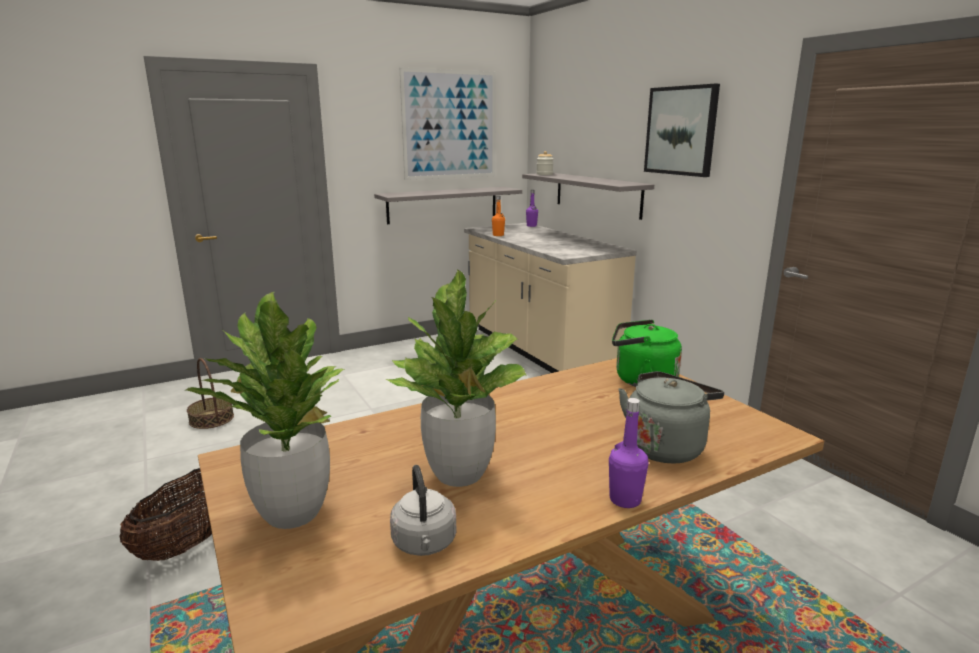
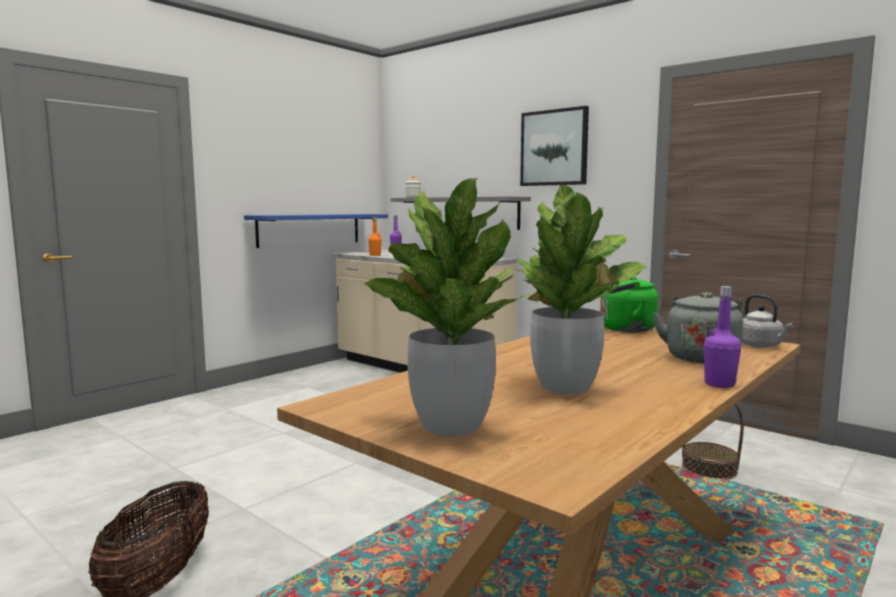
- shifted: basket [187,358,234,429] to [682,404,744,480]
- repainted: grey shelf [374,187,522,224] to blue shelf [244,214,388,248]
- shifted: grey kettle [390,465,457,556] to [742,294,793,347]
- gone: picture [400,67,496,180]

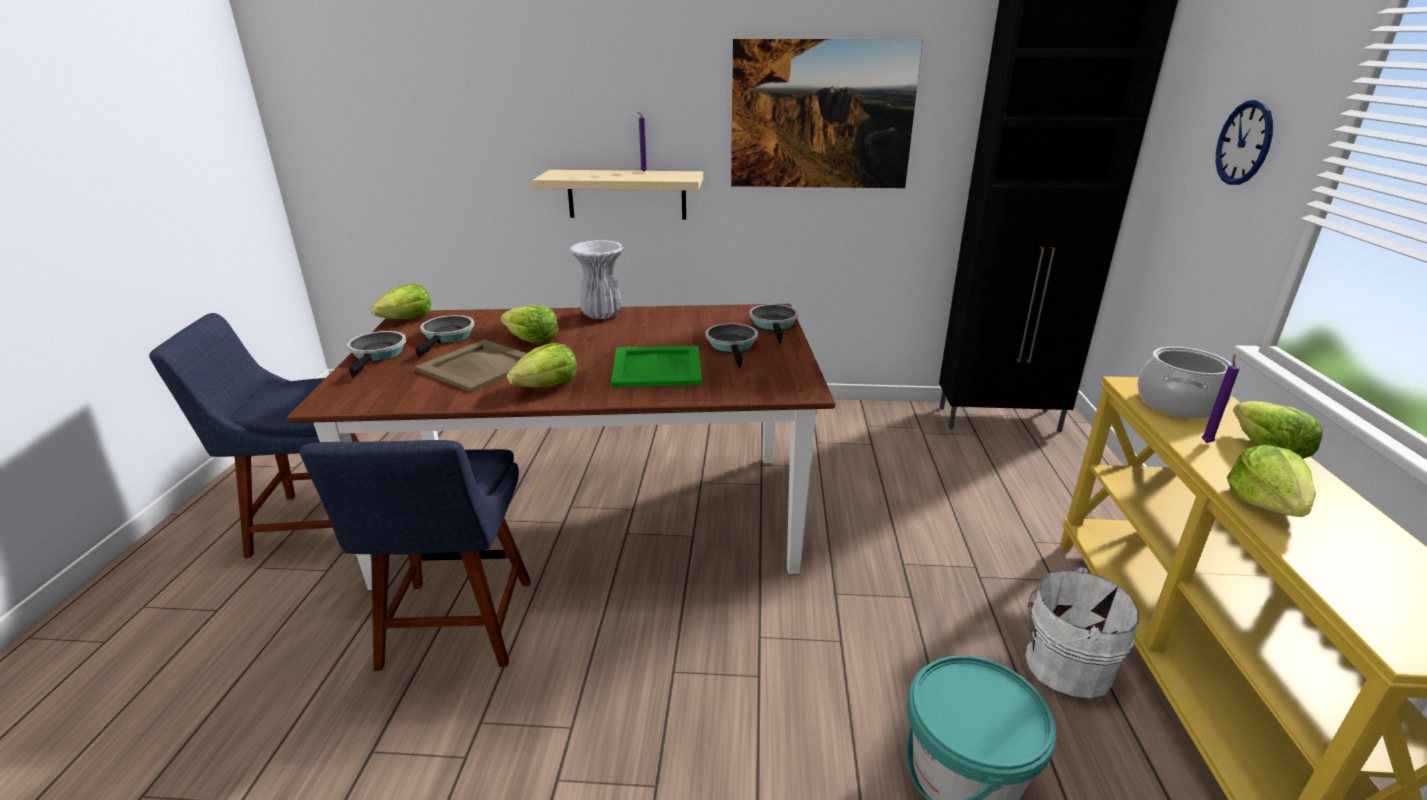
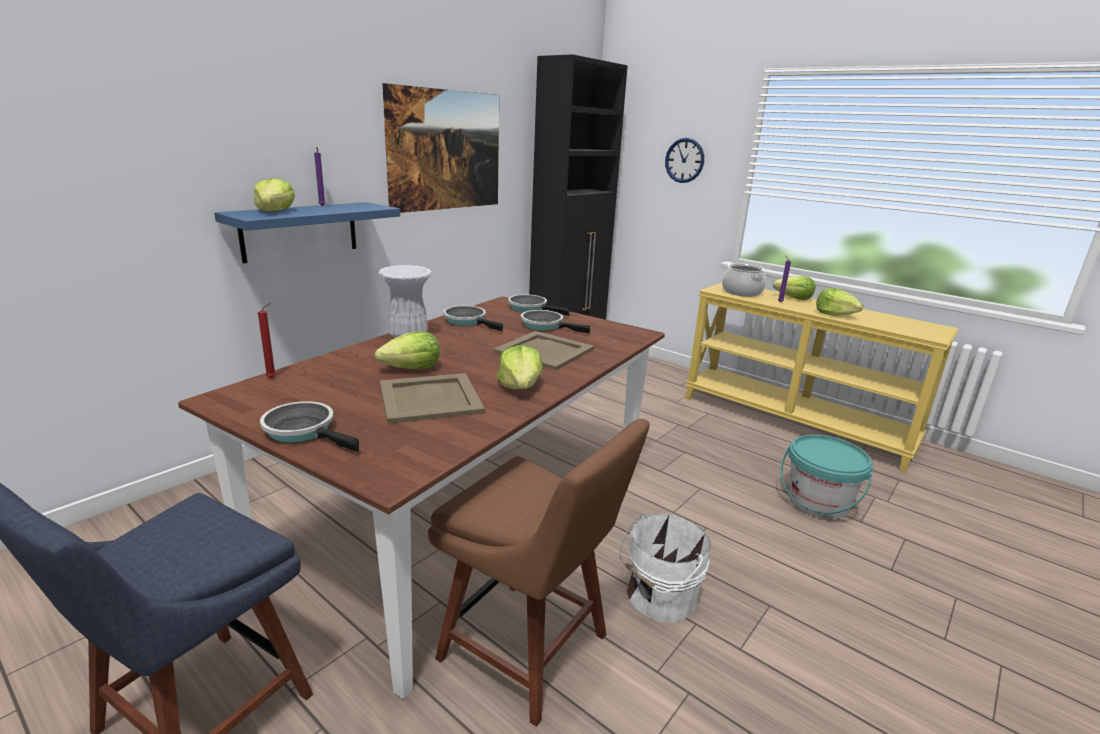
- repainted: blue chair [300,440,531,671] to brown chair [428,419,650,727]
- shifted: lettuce [371,284,431,319] to [254,178,295,211]
- shifted: frying pan [415,315,474,358] to [443,306,503,331]
- repainted: beige shelf [532,170,703,219] to blue shelf [214,202,400,263]
- repainted: green tray [611,346,702,387] to beige tray [493,331,594,370]
- shifted: white bucket [1025,567,1139,698] to [619,513,711,623]
- new: red candle [258,303,276,378]

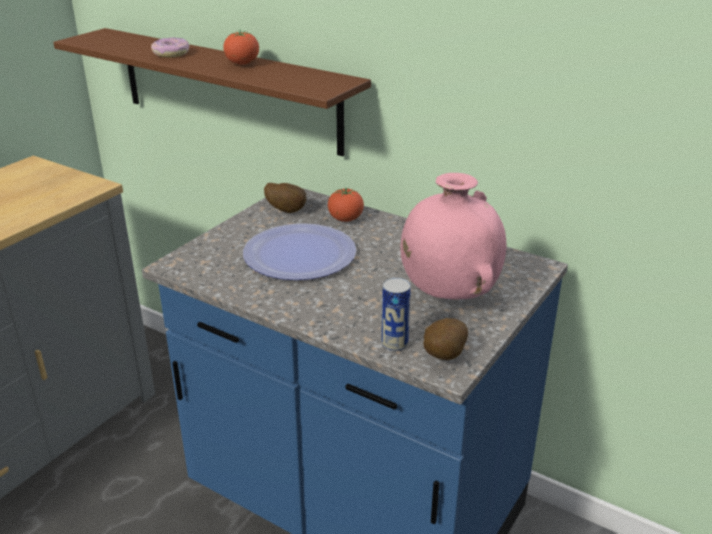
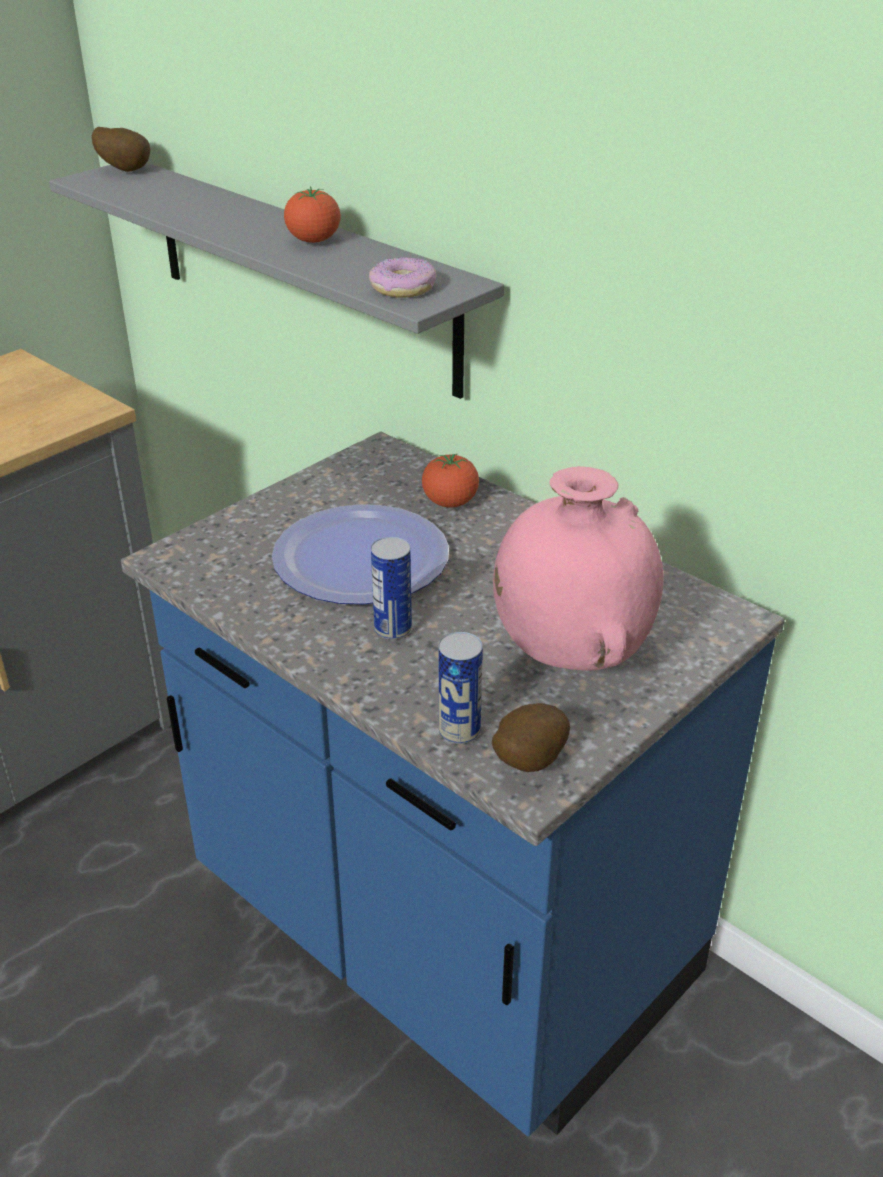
- repainted: brown shelf [53,28,371,156] to grey shelf [49,163,504,399]
- shifted: donut [151,38,189,57] to [369,257,436,298]
- shifted: potato [264,183,306,213] to [92,127,150,172]
- new: can [371,537,412,640]

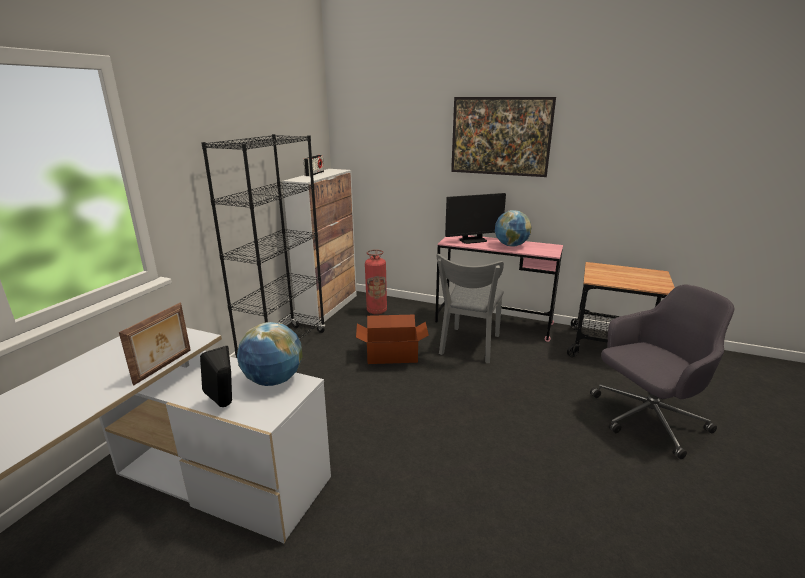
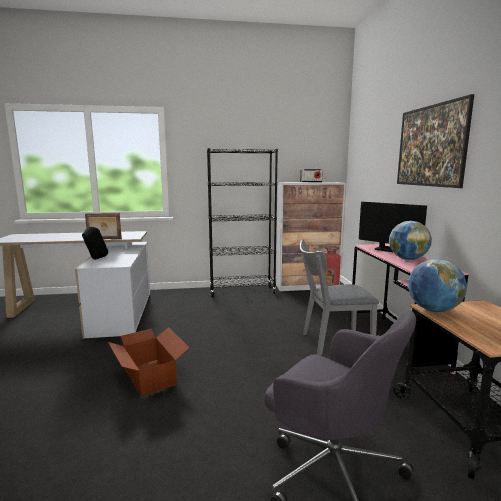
- shifted: globe [237,322,303,386] to [408,259,467,312]
- shifted: cardboard box [356,314,429,364] to [108,327,189,397]

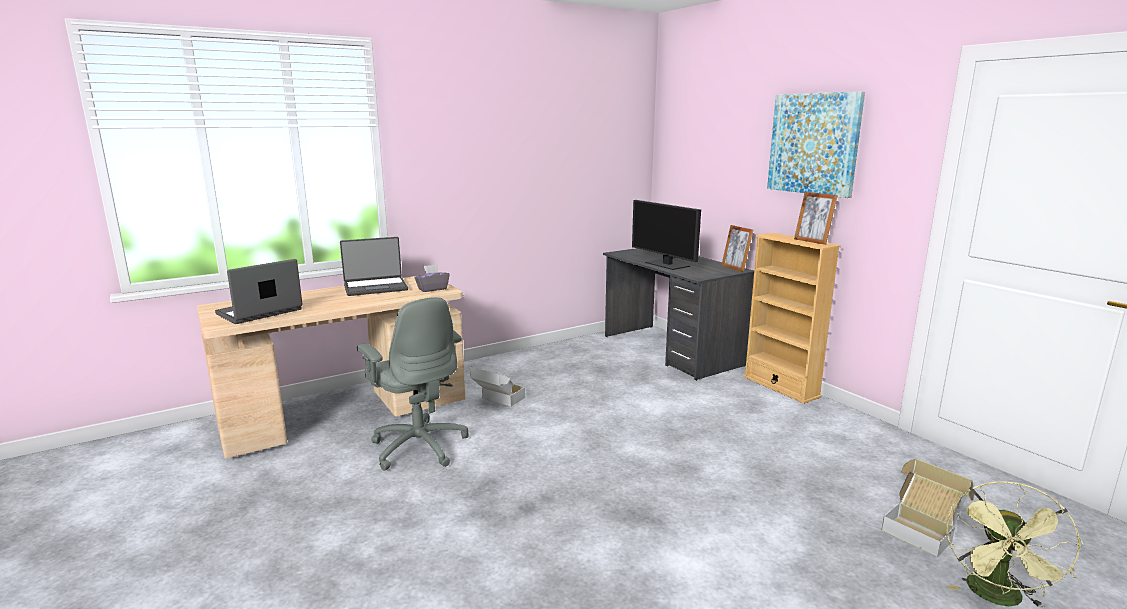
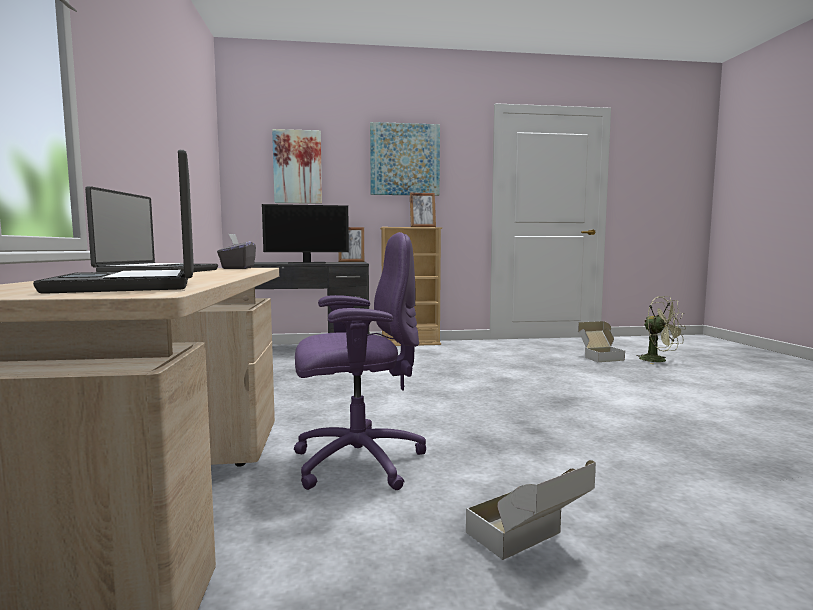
- repainted: grey office chair [357,297,469,471] to purple office chair [294,232,426,490]
- shifted: cardboard box [470,366,525,407] to [466,460,596,560]
- new: picture [272,129,322,204]

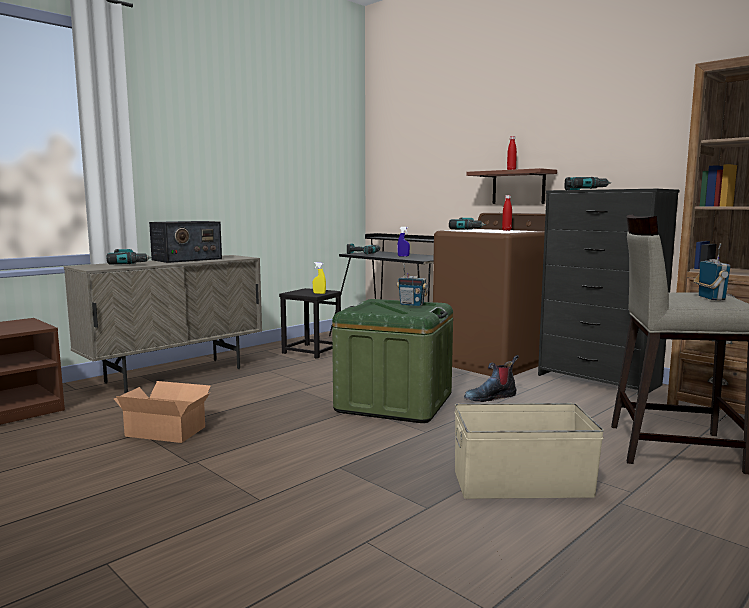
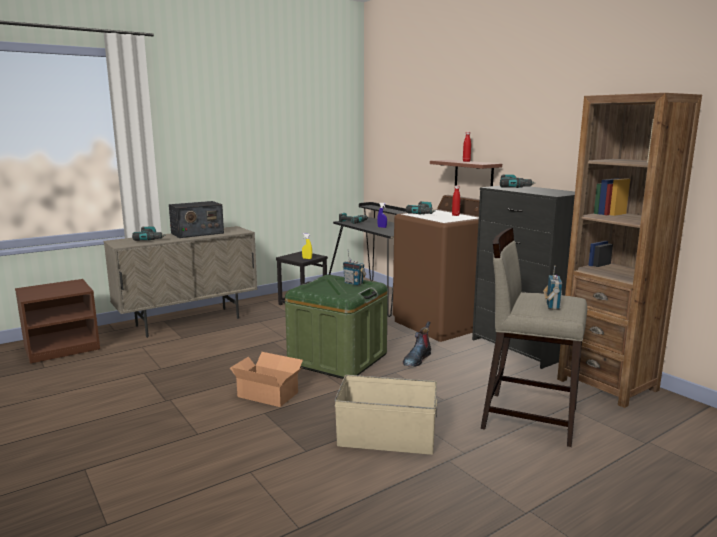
- shifted: cardboard box [114,381,211,443] to [230,352,303,407]
- rotated: boot [464,355,519,402] = [403,321,431,366] 45 degrees counterclockwise

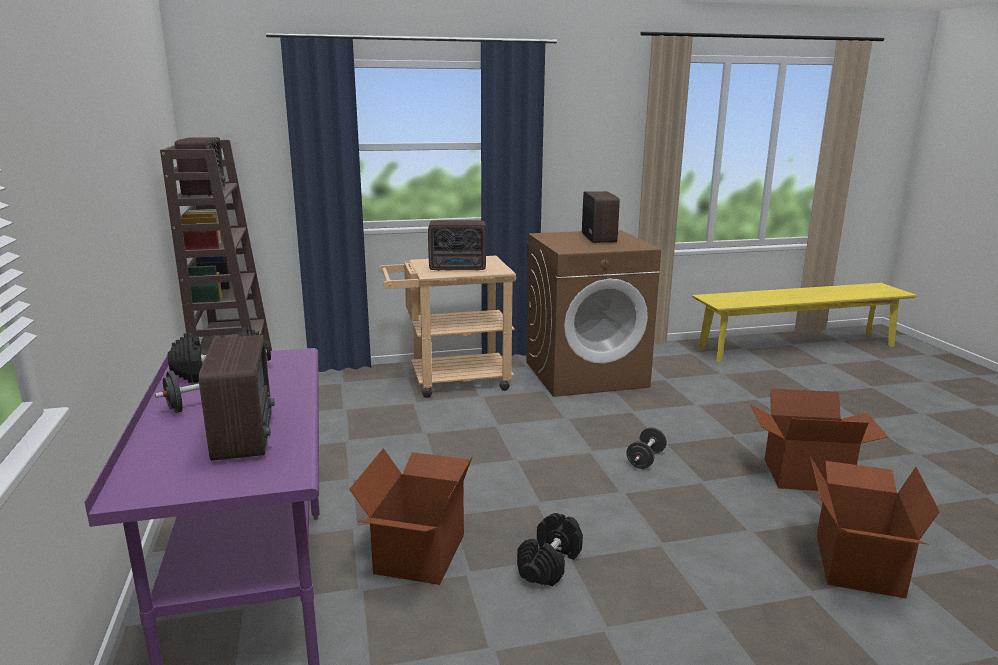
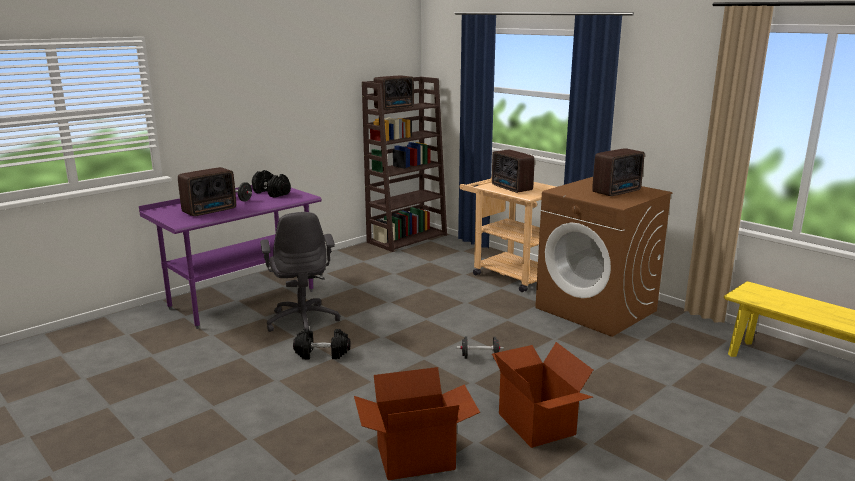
- swapped: cardboard box [349,448,473,585] to grey office chair [260,212,340,332]

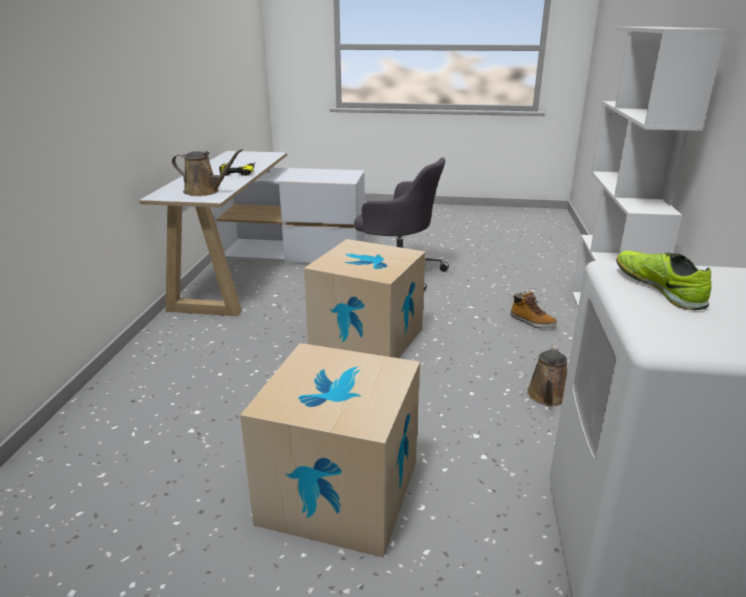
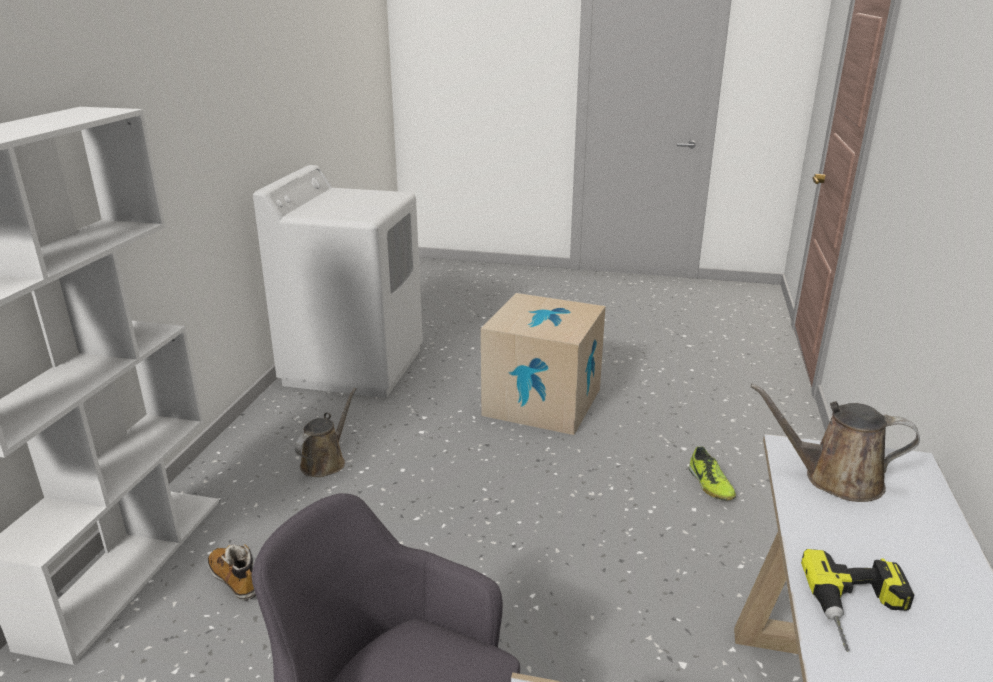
- gone: cardboard box [304,239,425,358]
- shifted: shoe [616,251,712,310] to [689,446,736,500]

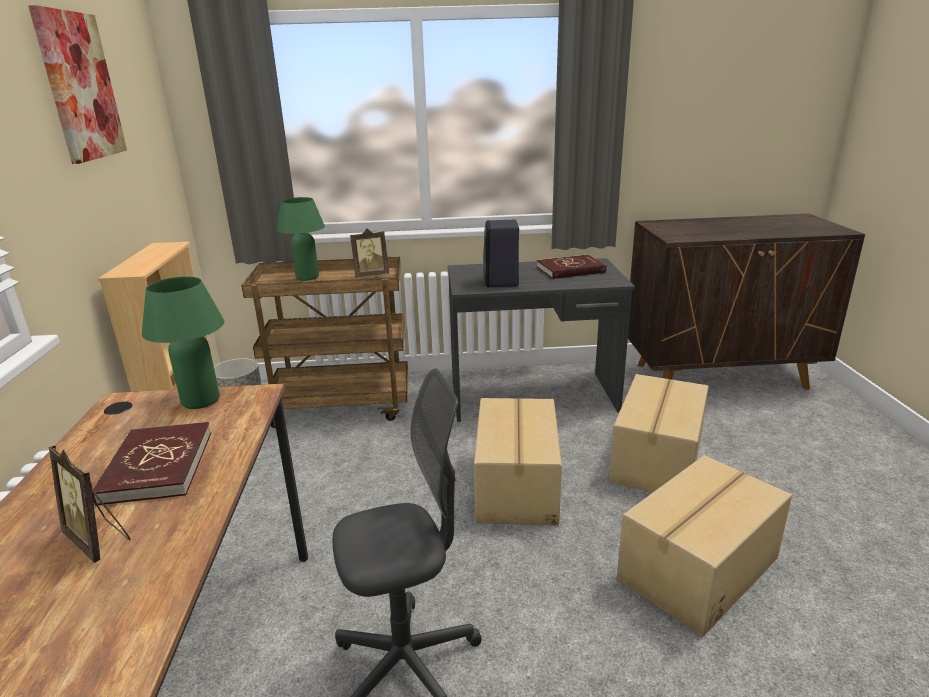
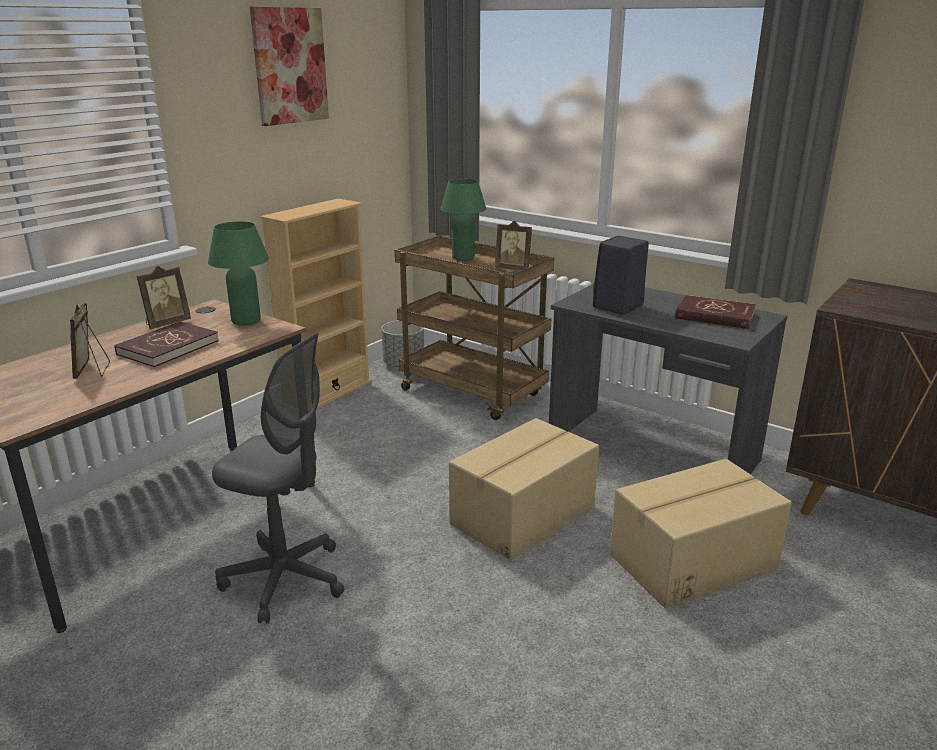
- gone: cardboard box [617,455,792,637]
- new: picture frame [137,265,191,329]

